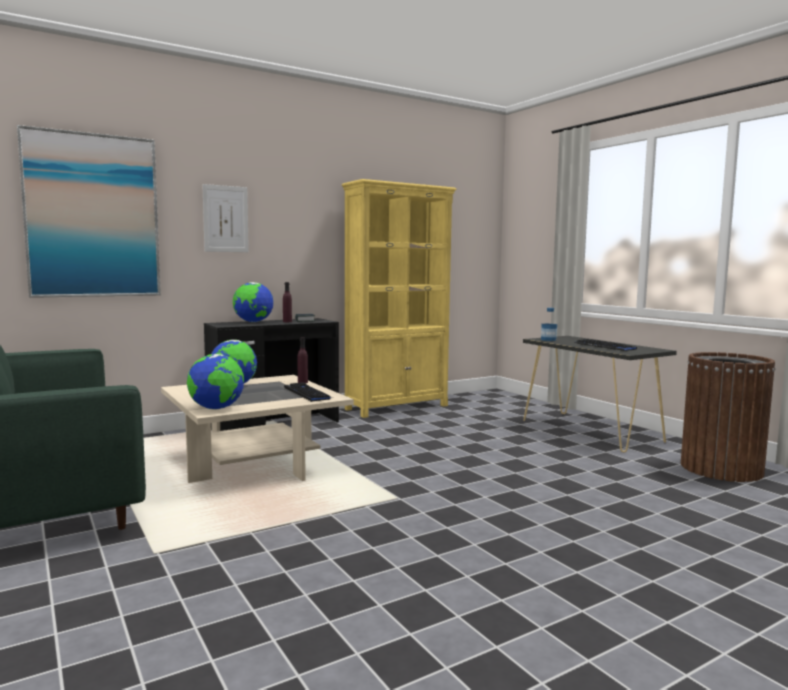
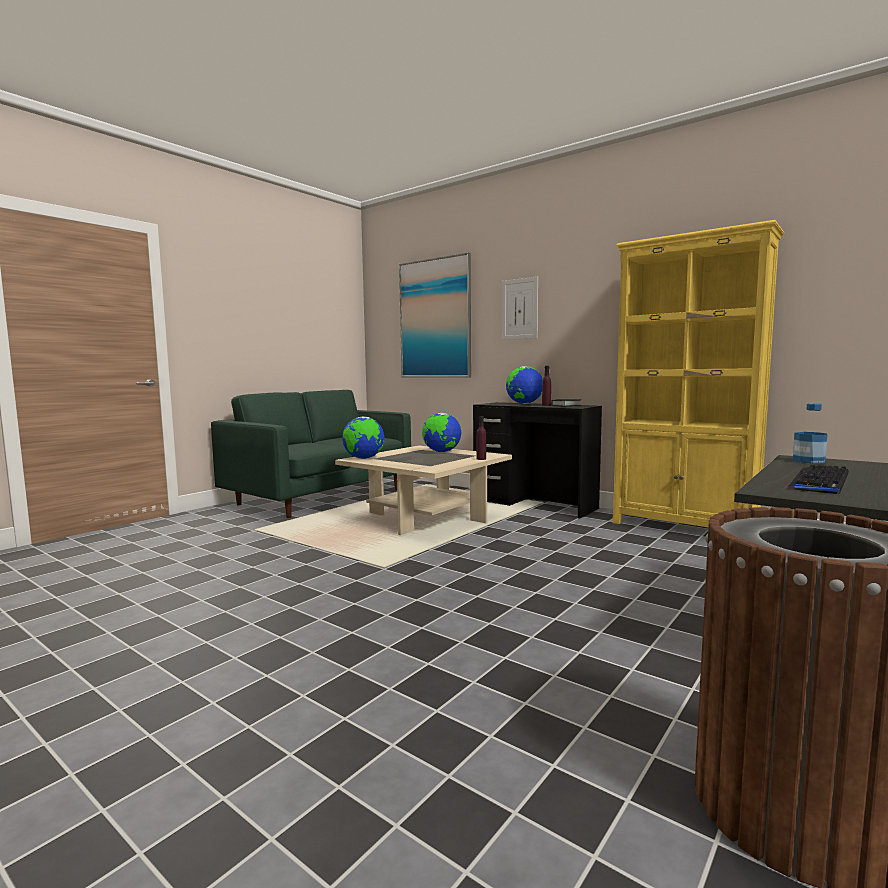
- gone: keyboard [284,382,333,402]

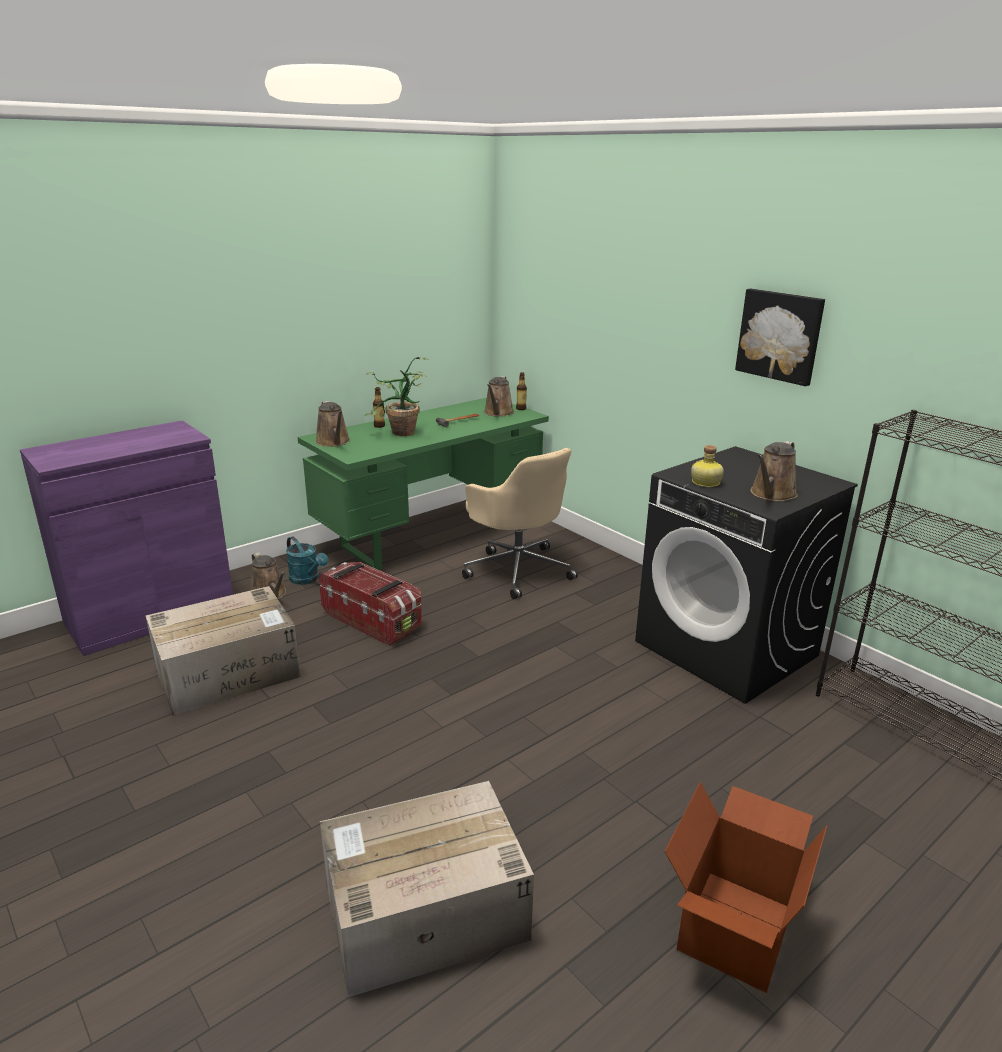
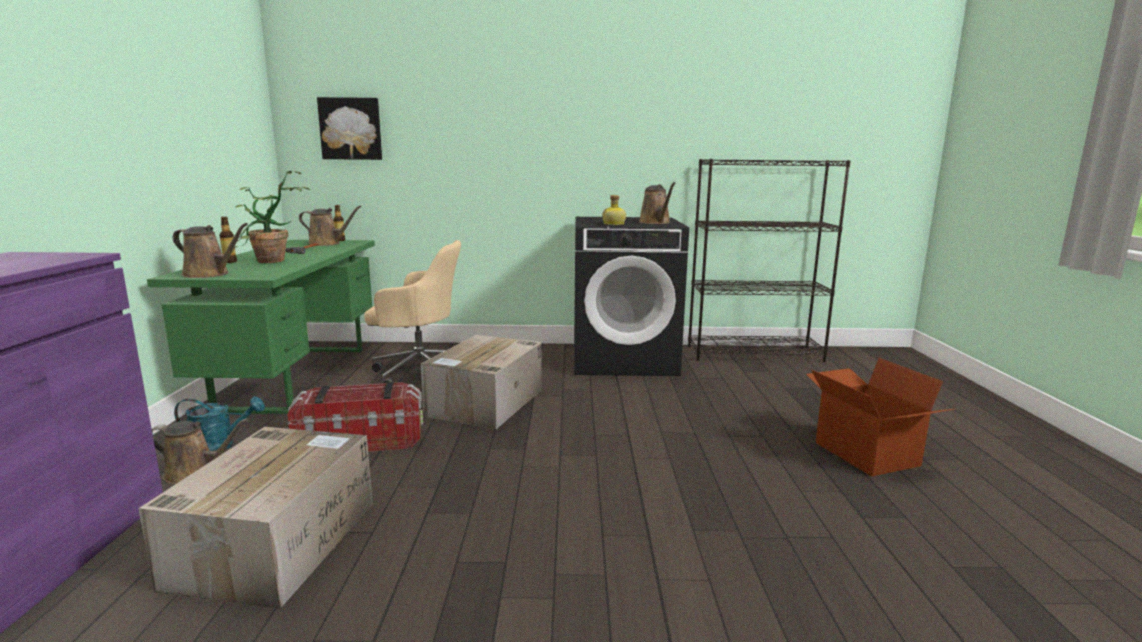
- shifted: cardboard box [320,781,534,998] to [421,335,542,429]
- rotated: brown watering can [484,376,514,417] = [299,205,362,246] 45 degrees counterclockwise
- shifted: picture [735,289,825,386] to [317,97,382,160]

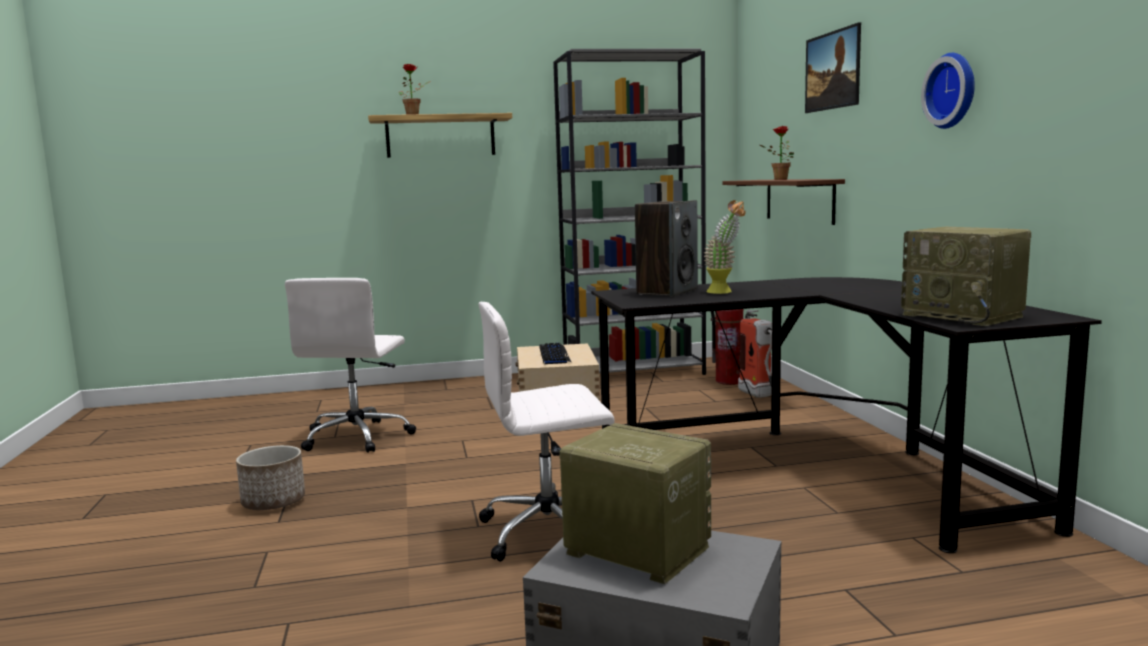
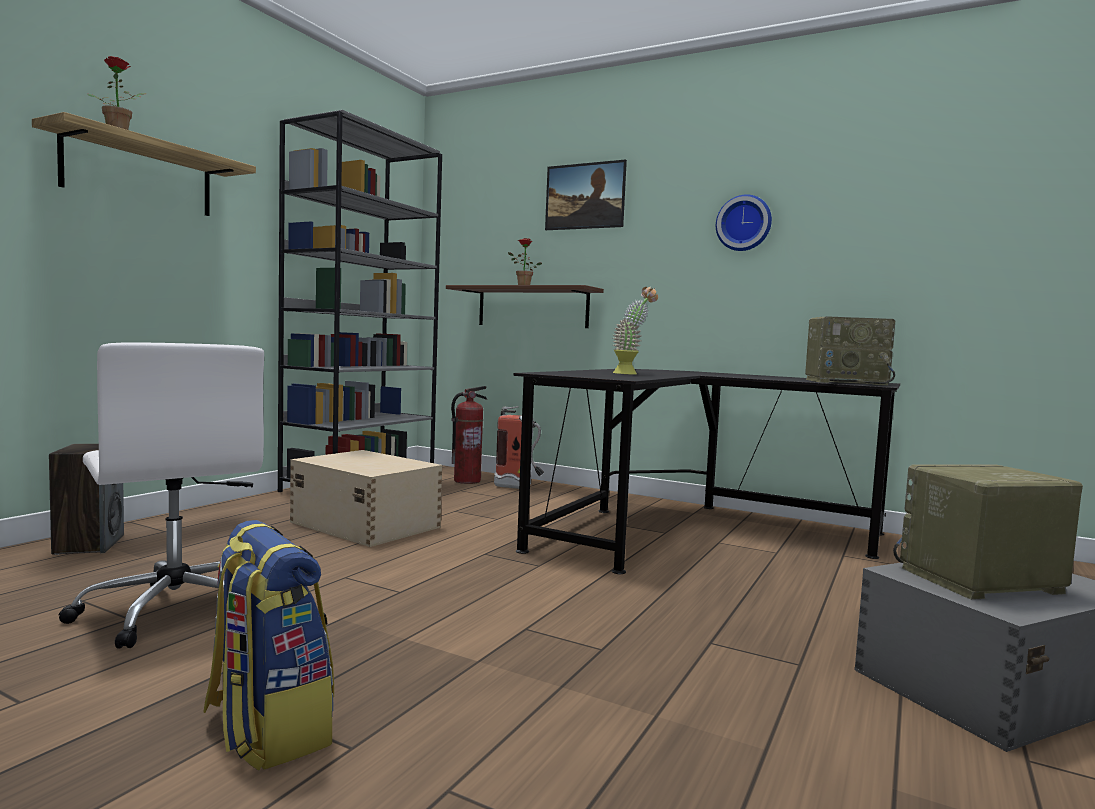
- swapped: planter [236,445,305,510] to backpack [203,520,334,771]
- gone: white office chair [479,302,615,562]
- gone: keyboard [539,343,571,365]
- shifted: speaker [635,200,698,297] to [49,444,124,555]

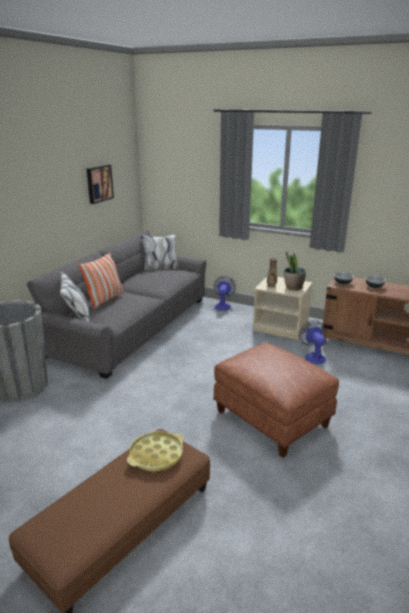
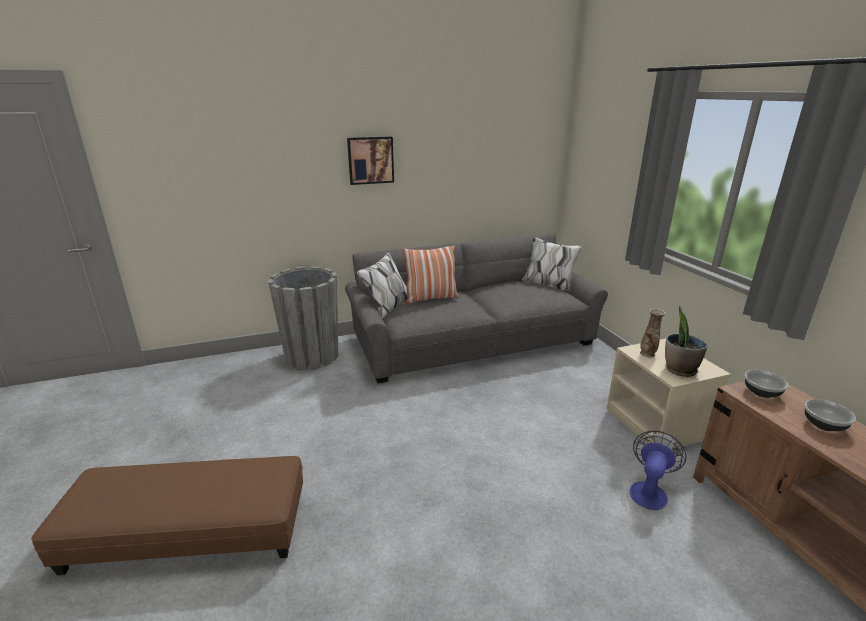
- shifted: picture [87,165,114,204] to [347,136,394,185]
- gone: yellow tray [127,431,184,471]
- gone: brown ottoman [213,343,339,457]
- gone: fan [214,276,236,311]

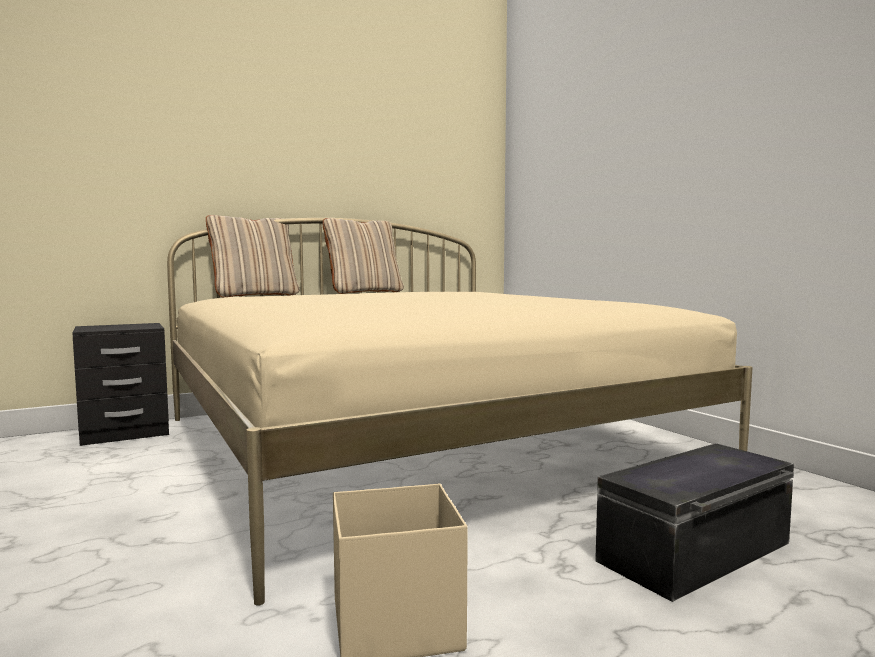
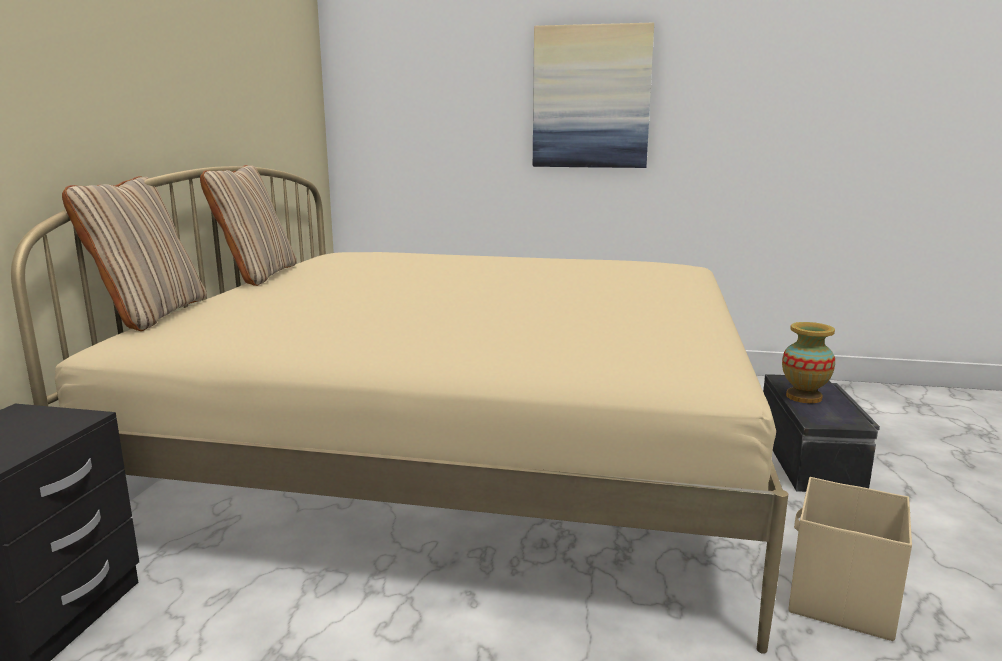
- new: picture [533,23,654,168]
- new: vase [782,322,835,403]

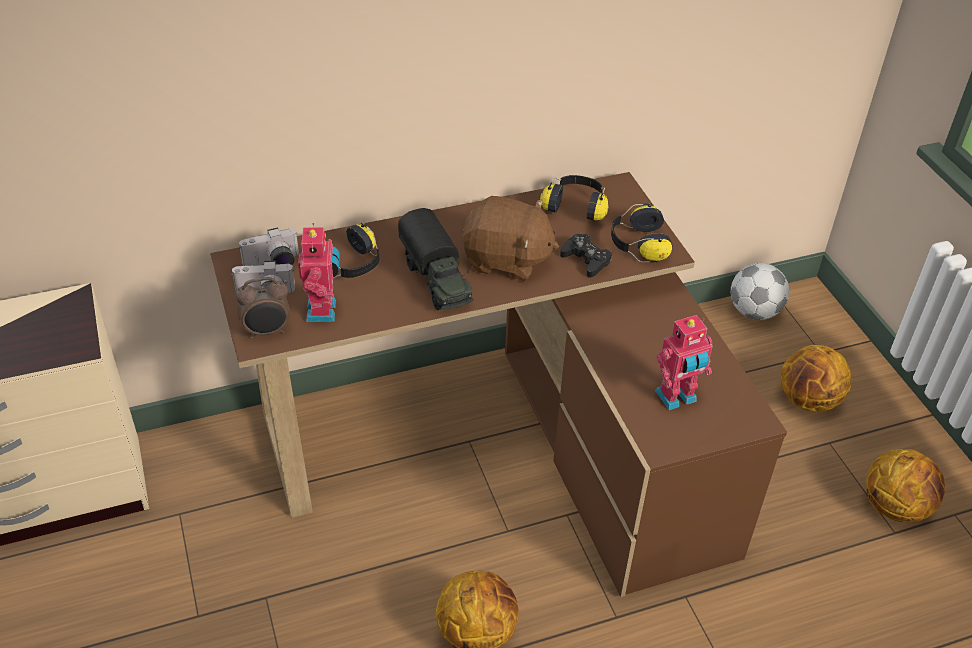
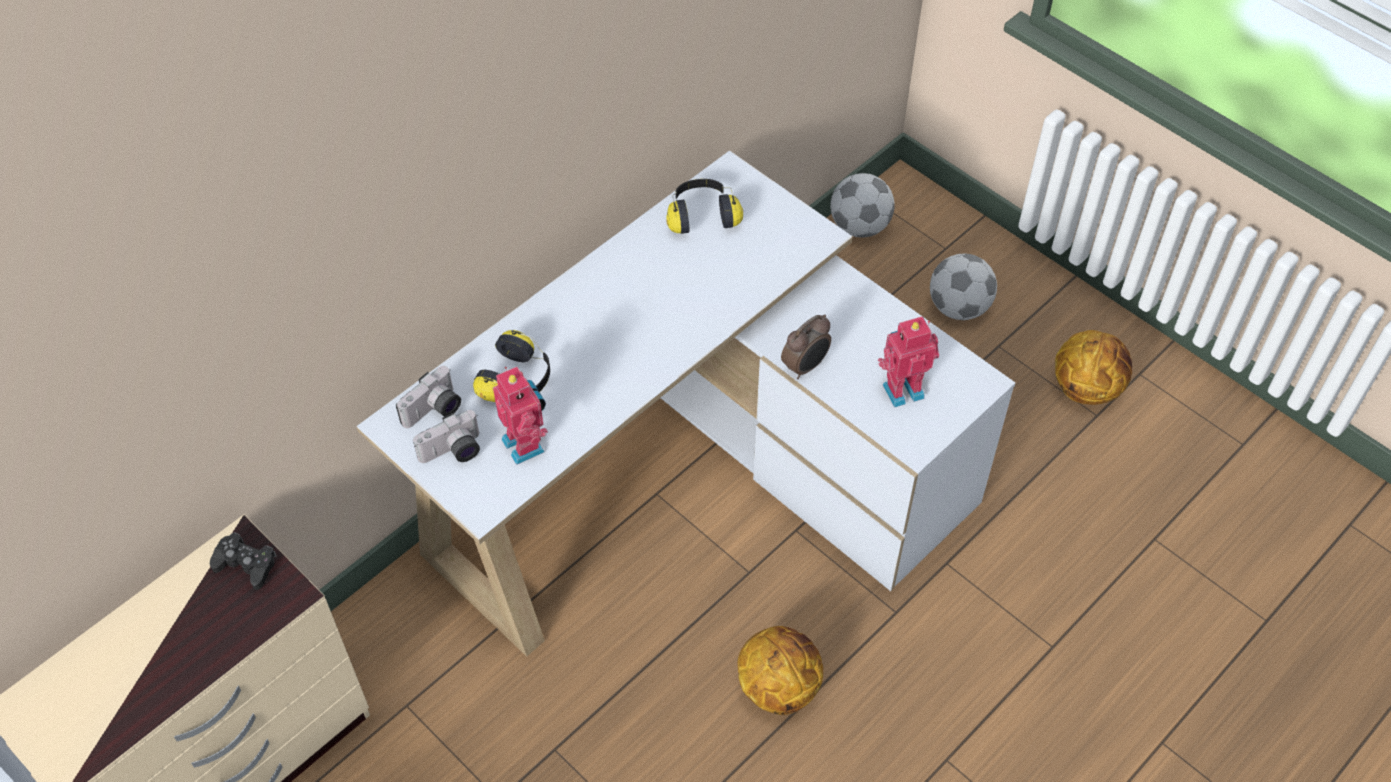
- repainted: brown desk [210,172,787,597] to white desk [356,151,1015,656]
- shifted: alarm clock [236,277,290,339] to [781,314,831,379]
- gone: toy truck [398,208,474,311]
- gone: brown plush toy [462,196,559,281]
- shifted: black game controller [560,234,612,278] to [210,532,277,590]
- gone: headphones [611,203,672,262]
- rotated: toy robot [655,315,713,410] = [878,316,939,408] 150 degrees counterclockwise
- swapped: basketball [781,345,852,412] to football [930,253,997,320]

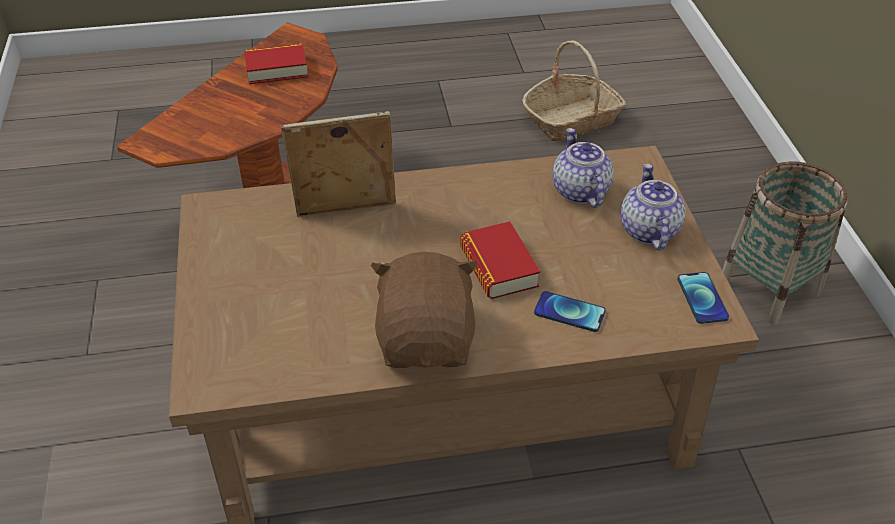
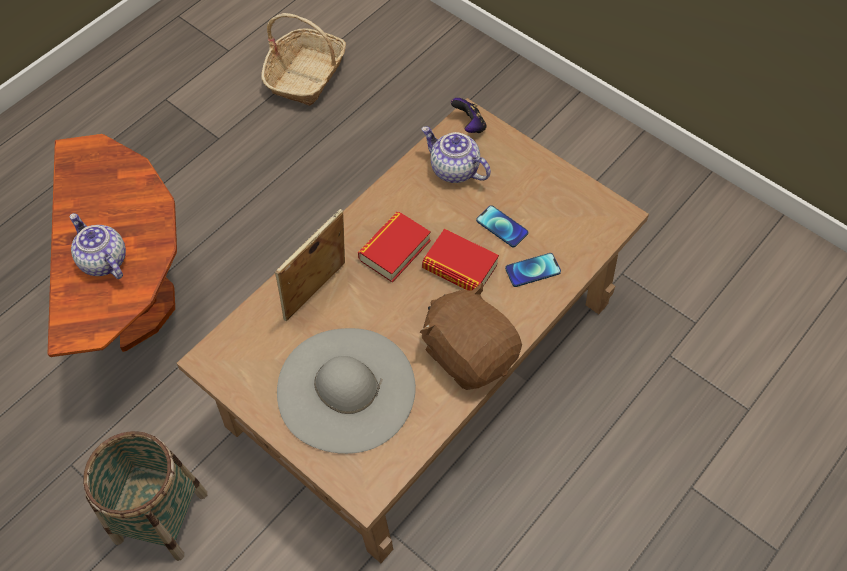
- shifted: book [244,44,308,84] to [358,212,431,283]
- shifted: teapot [621,164,686,250] to [70,213,126,279]
- shifted: phone [677,272,729,324] to [476,205,528,247]
- shifted: basket [722,162,848,325] to [83,431,207,561]
- new: grey hat [277,328,416,454]
- new: game controller [451,98,486,133]

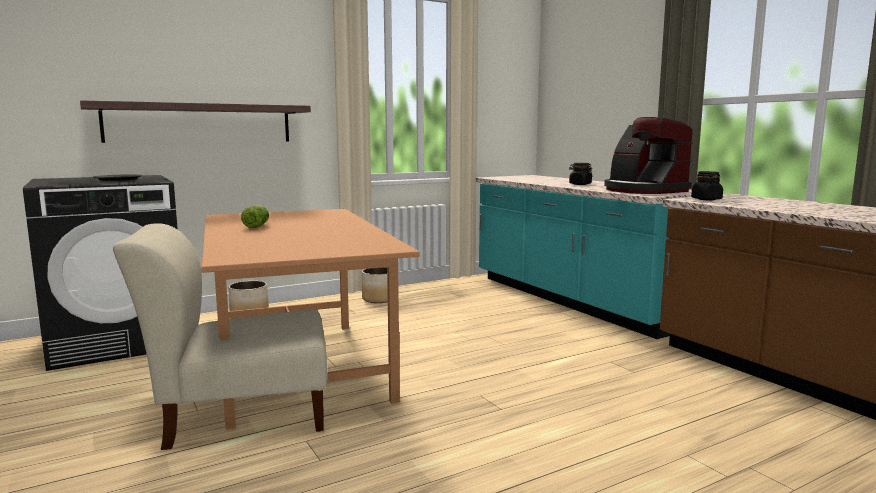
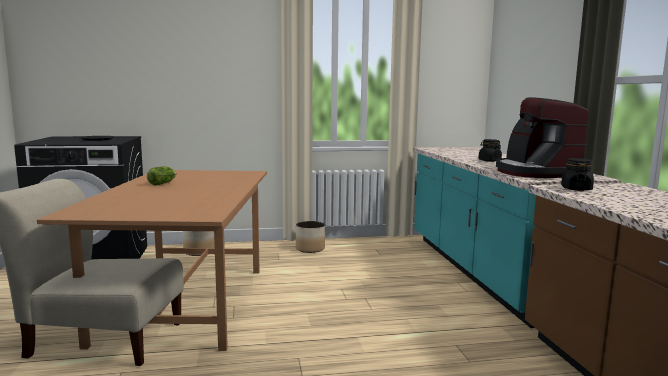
- gone: shelf [80,100,311,143]

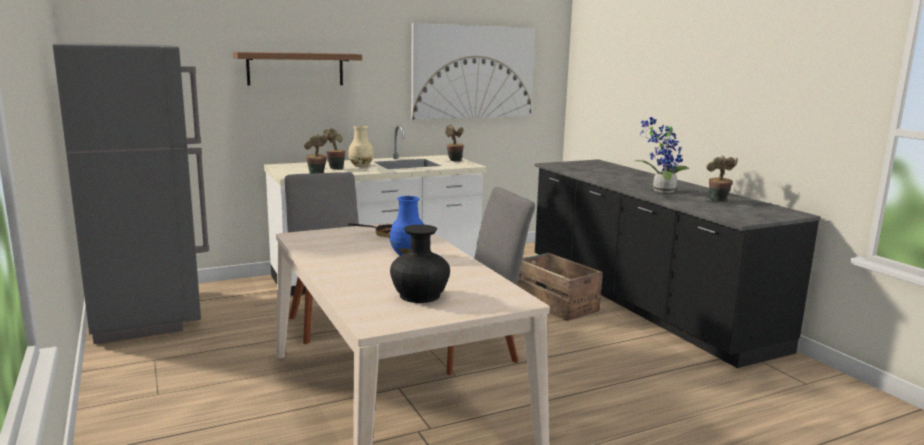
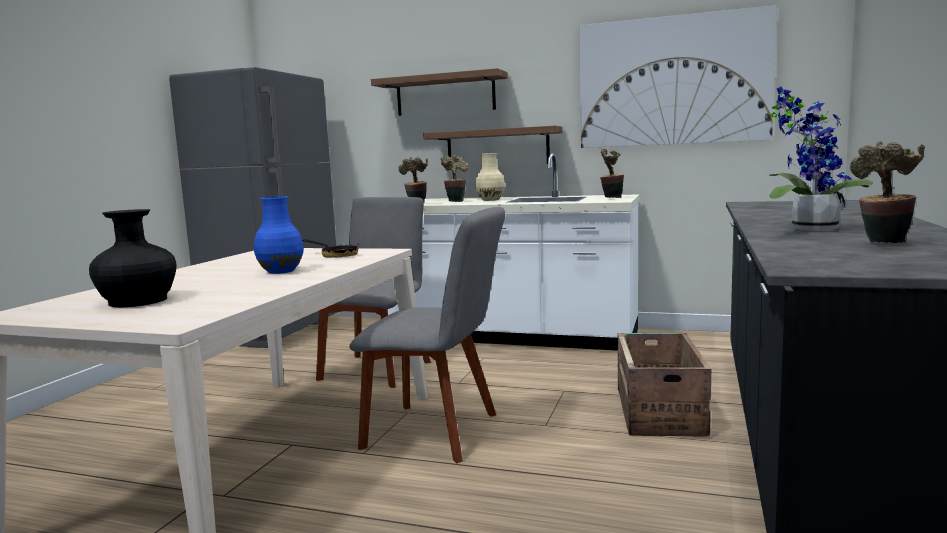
- new: shelf [423,126,563,164]

